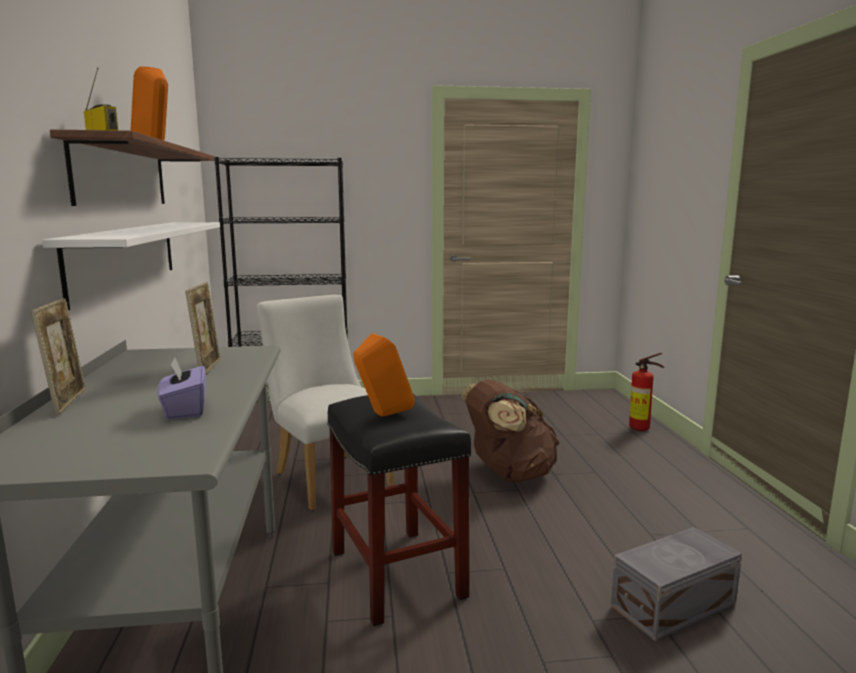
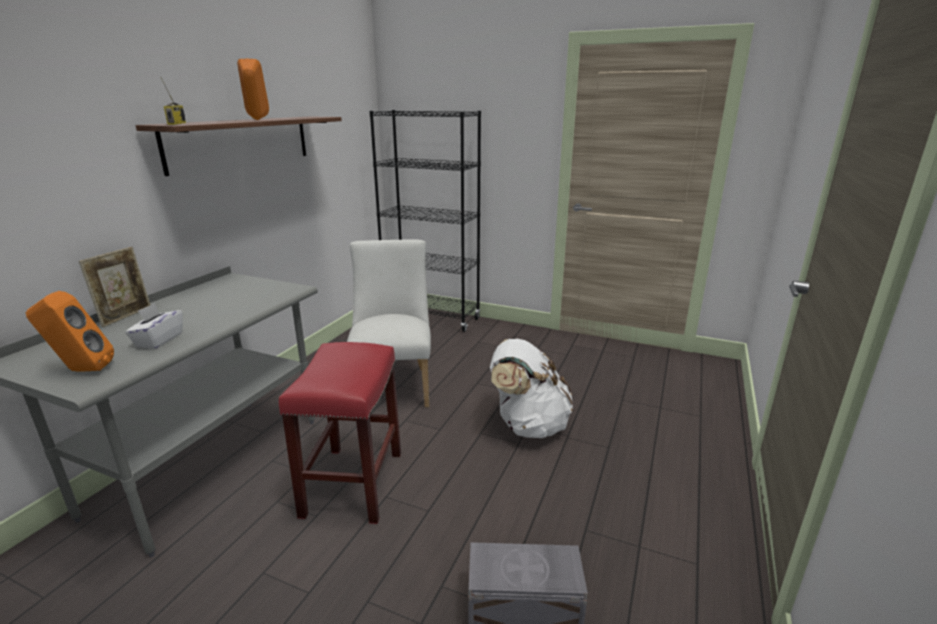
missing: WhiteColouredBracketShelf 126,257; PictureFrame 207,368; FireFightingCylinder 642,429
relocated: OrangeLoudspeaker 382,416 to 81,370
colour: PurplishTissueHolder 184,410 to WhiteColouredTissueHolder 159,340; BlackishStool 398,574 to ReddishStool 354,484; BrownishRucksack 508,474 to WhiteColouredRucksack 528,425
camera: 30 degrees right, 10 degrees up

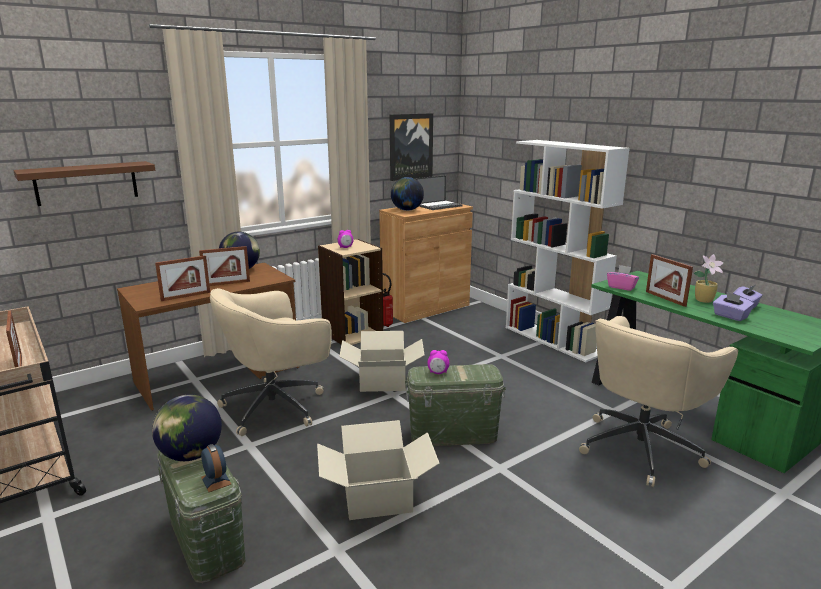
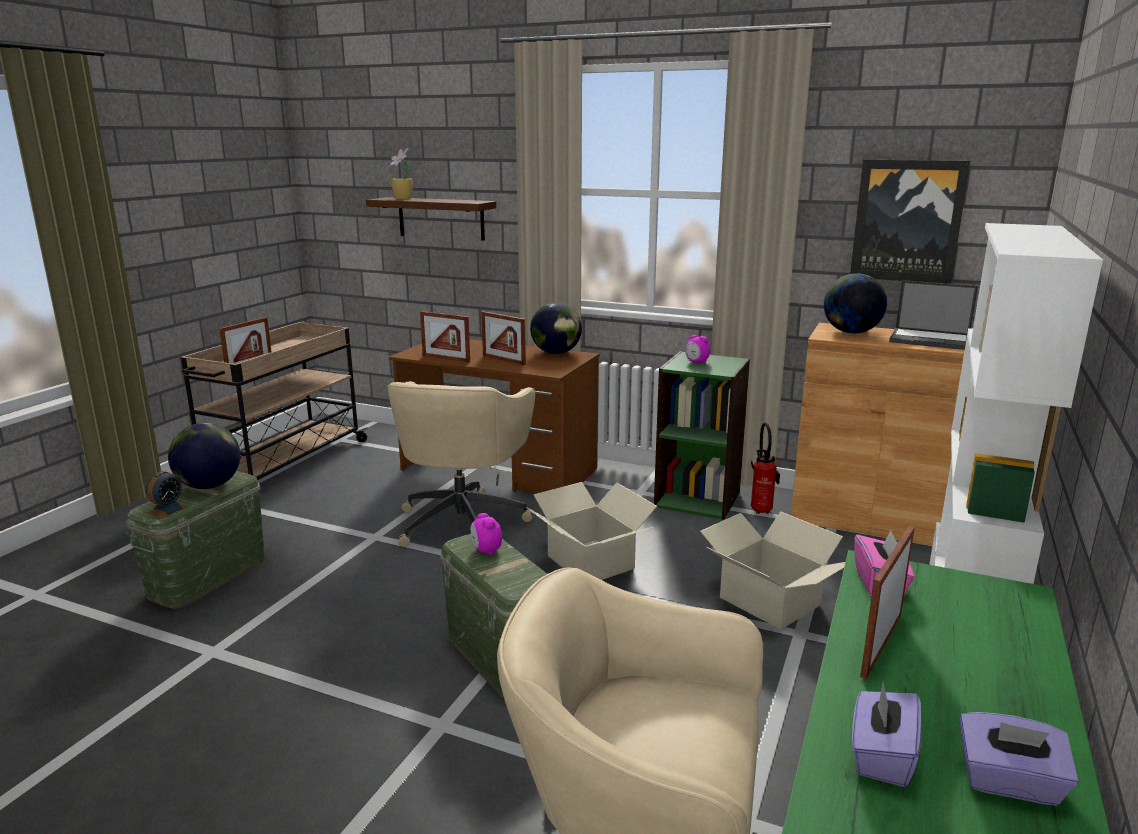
relocated: PackingBox 377,497 to 770,601; PlantInAPot 704,300 to 403,198
colour: SandColouredShelvingUnit 352,334 to GreenishShelvingUnit 698,499
spun: SandColouredComputerChair 276,406 = 463,521 105 degrees counterclockwise
camera: 60 degrees right, 0 degrees up

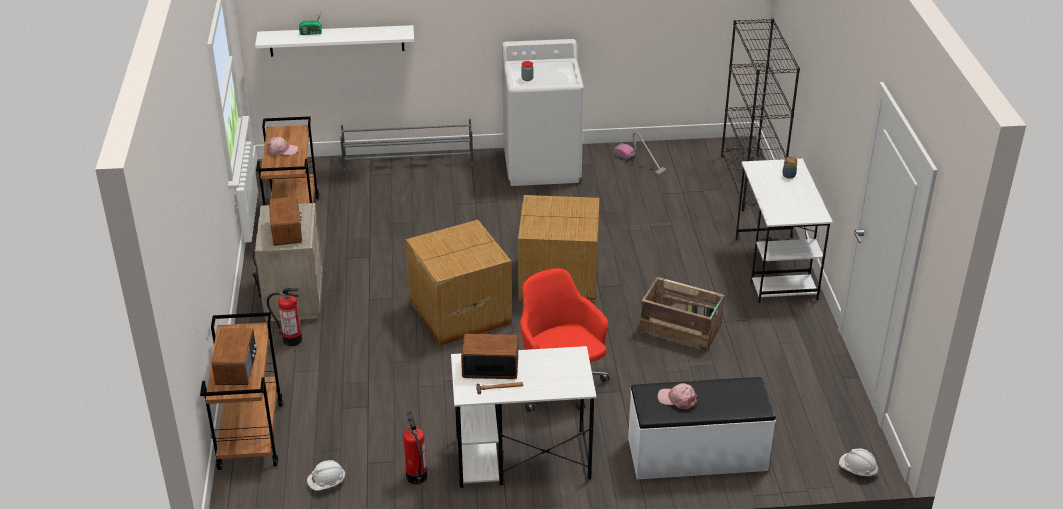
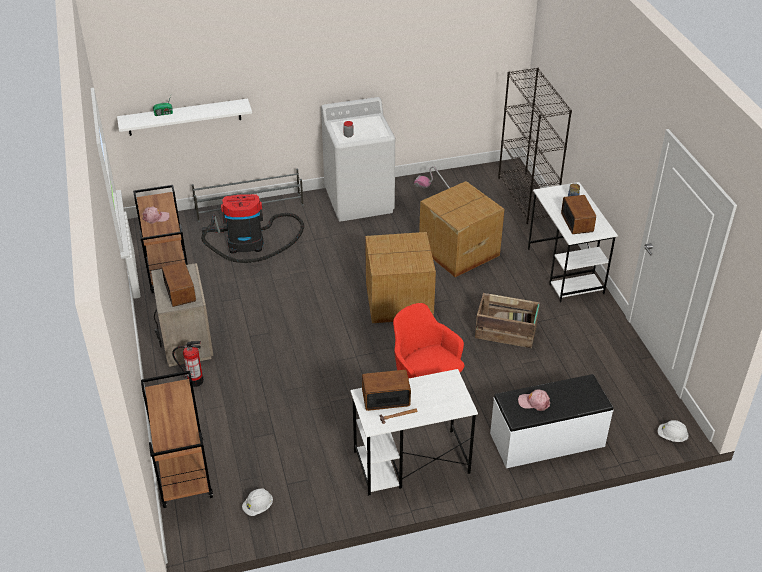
missing: FireFightingCylinder 416,477
appeared: Hoover 250,243
relocated: RadioSet 237,367 to 577,222; PackingBox 458,312 to 457,251
camera: 10 degrees left, 5 degrees up

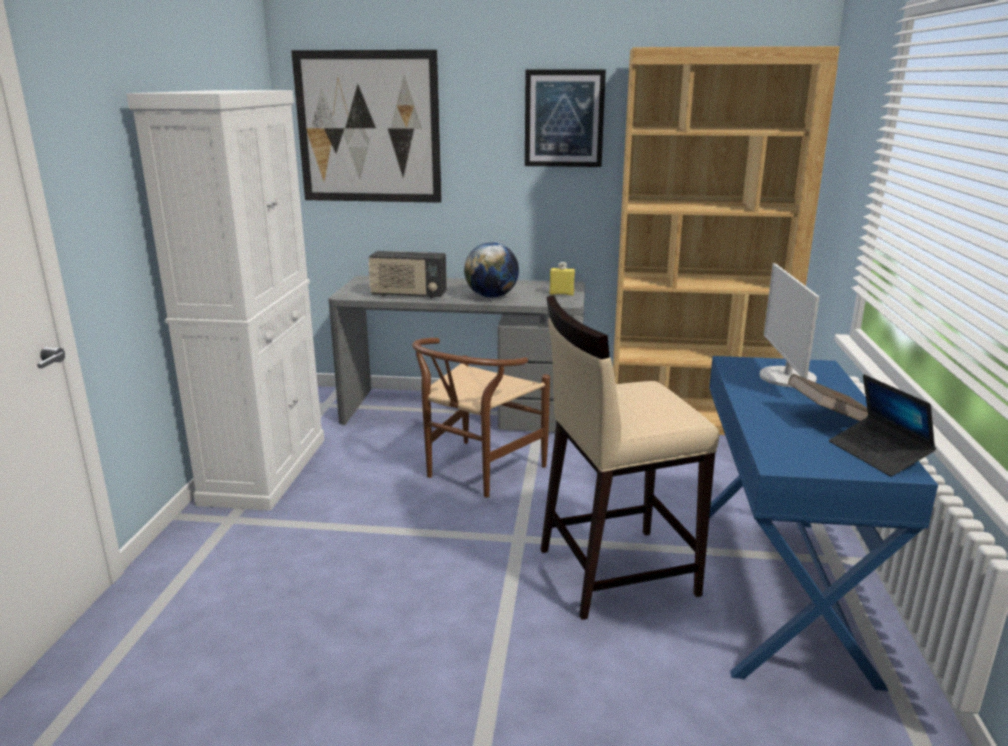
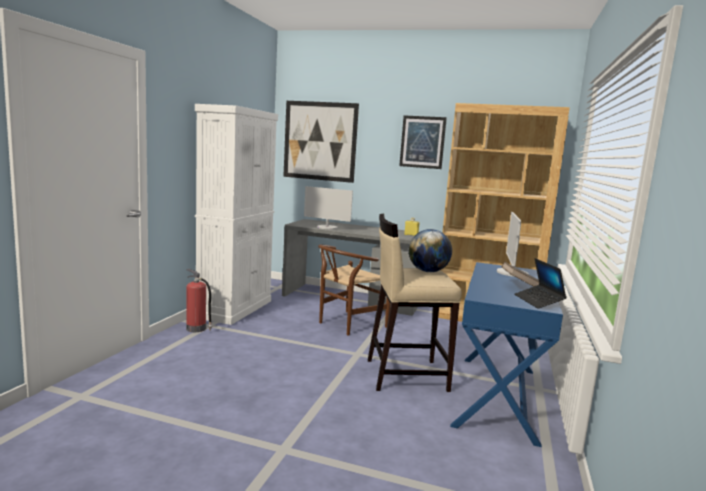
appeared: FireFightingCylinder 197,329
relocated: Globe 491,296 to 428,271
exchanged: RadioSet 408,295 to ComputerScreen 327,227
camera: 10 degrees right, 10 degrees down

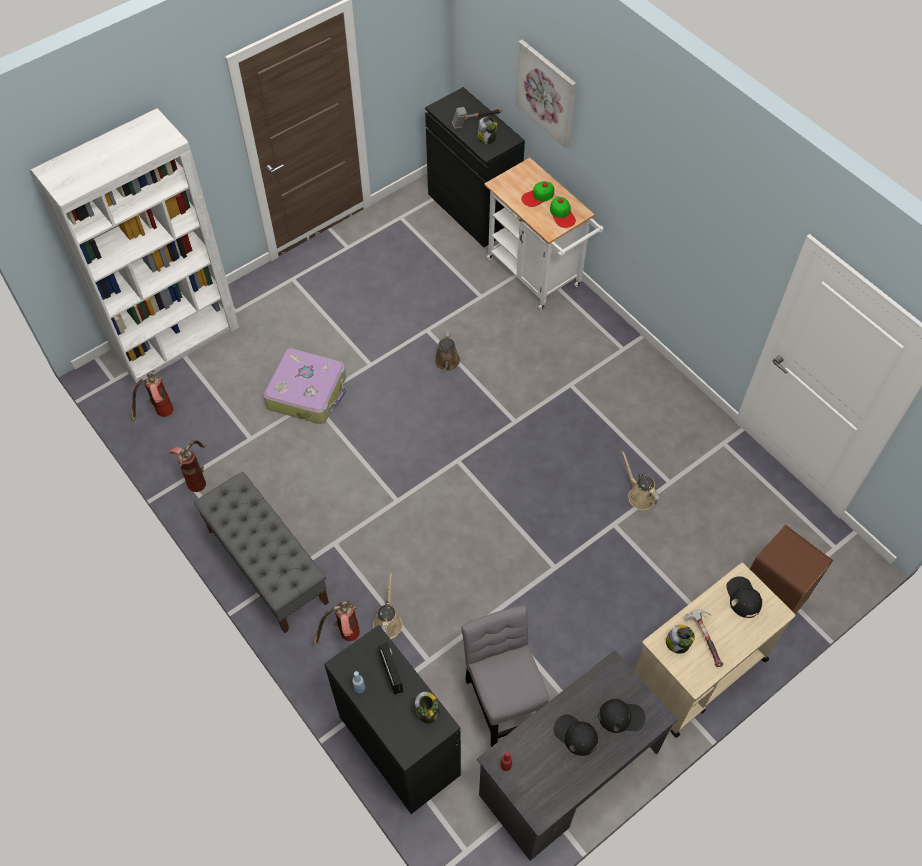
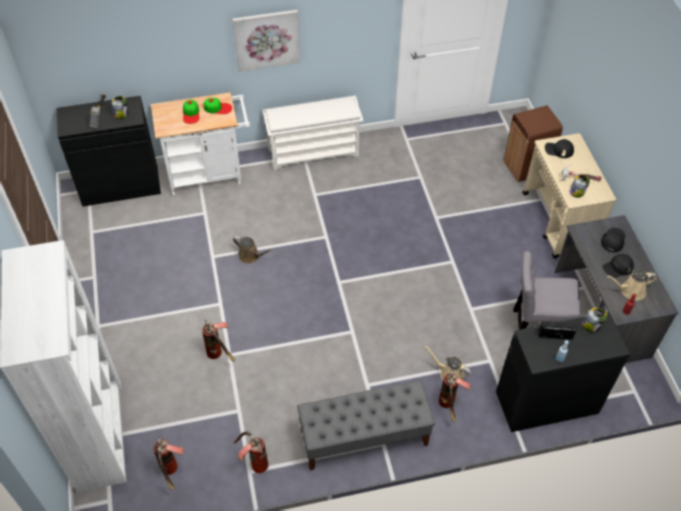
appeared: WhiteColouredShoeShelf 314,152
relocated: WallArt 546,93 to 266,39; SandColouredSprinklingCan 639,495 to 630,291
exchanged: Suitcase 308,392 to FireFightingCylinder 219,354
camera: 65 degrees left, 5 degrees down

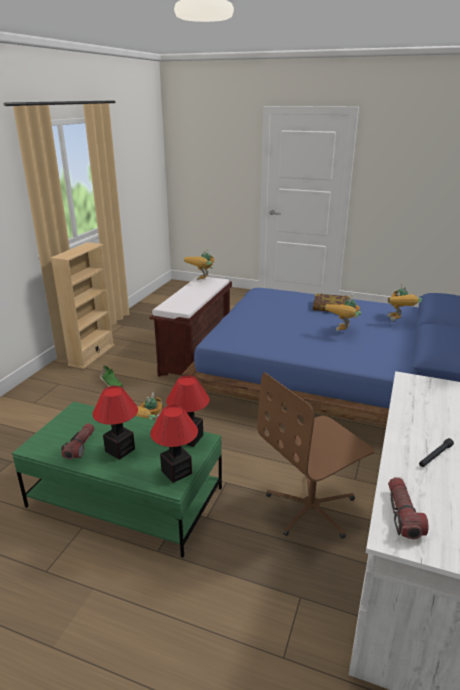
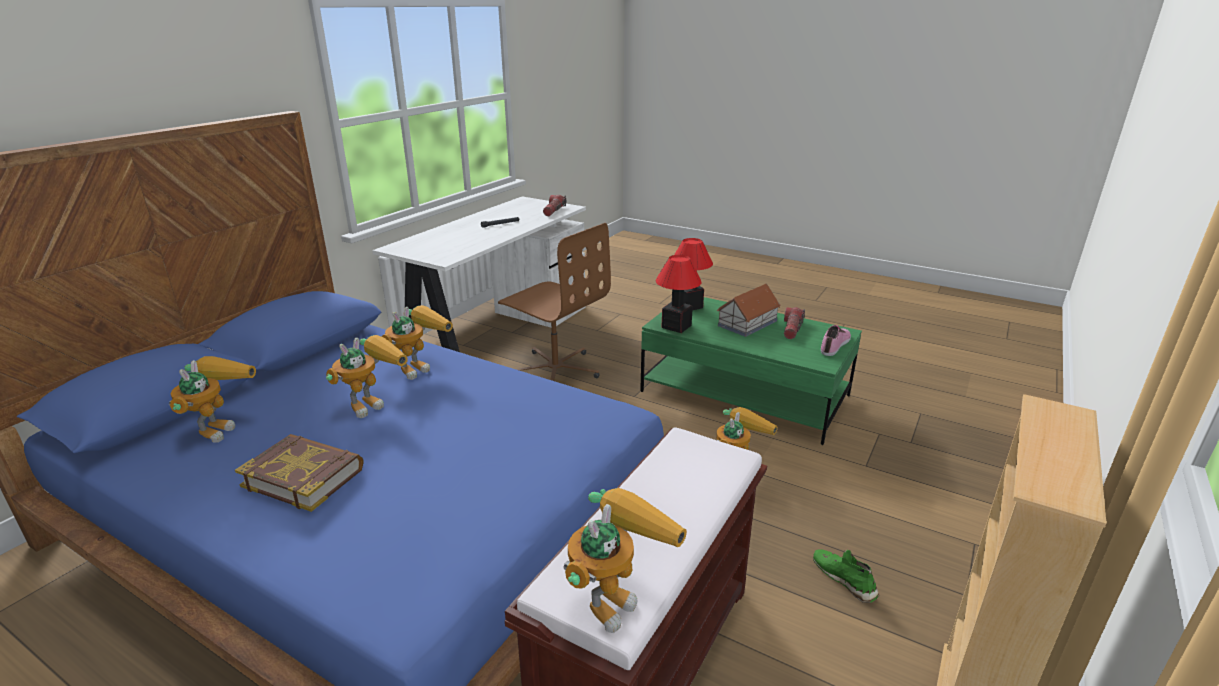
appeared: ModelRobot 420,366; ItemOfFootwear 835,345
exchanged: LampForATable 119,450 to MiniatureHouse 748,323
spun: BrownishComputerChair 311,508 = 555,370 60 degrees clockwise
camera: 170 degrees left, 0 degrees up

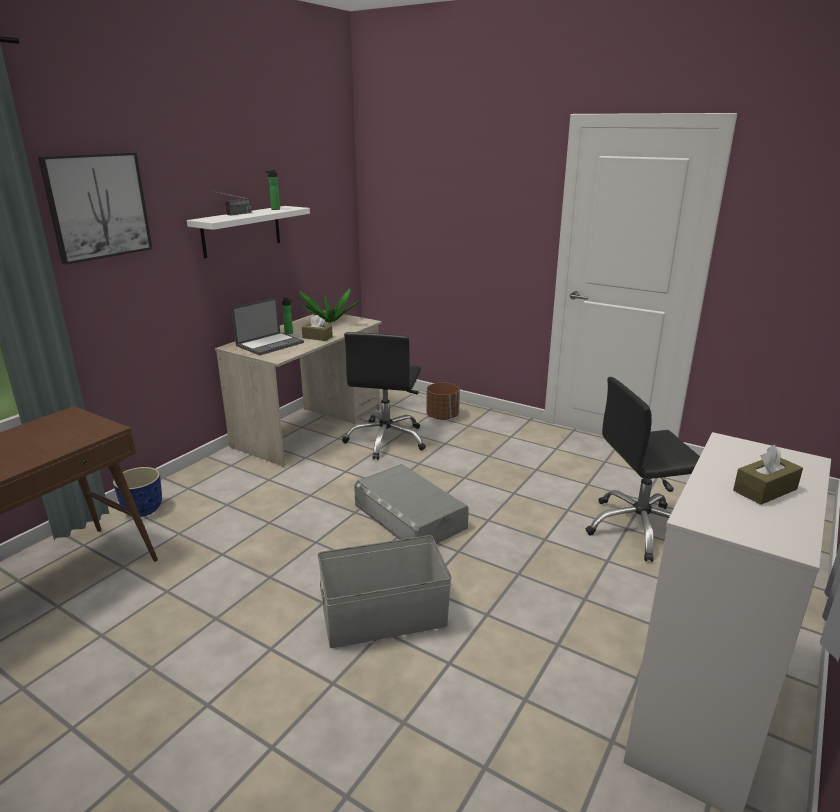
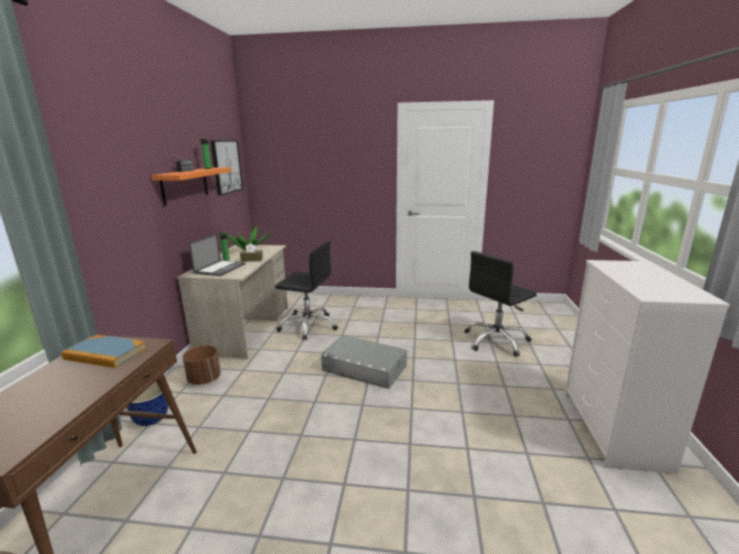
missing: GreyStorageContainer 385,618; BrownishTissueHolder 765,490
appeared: Volume 105,354
relocated: WallArt 97,206 to 226,166; BrownishPlantPot 442,417 to 204,379
colour: WhiteColouredBracketShelf 241,231 to OrangeBracketShelf 185,185
spun: BlackishComputerChair 386,440 = 308,326 60 degrees counterclockwise
camera: 25 degrees left, 5 degrees down

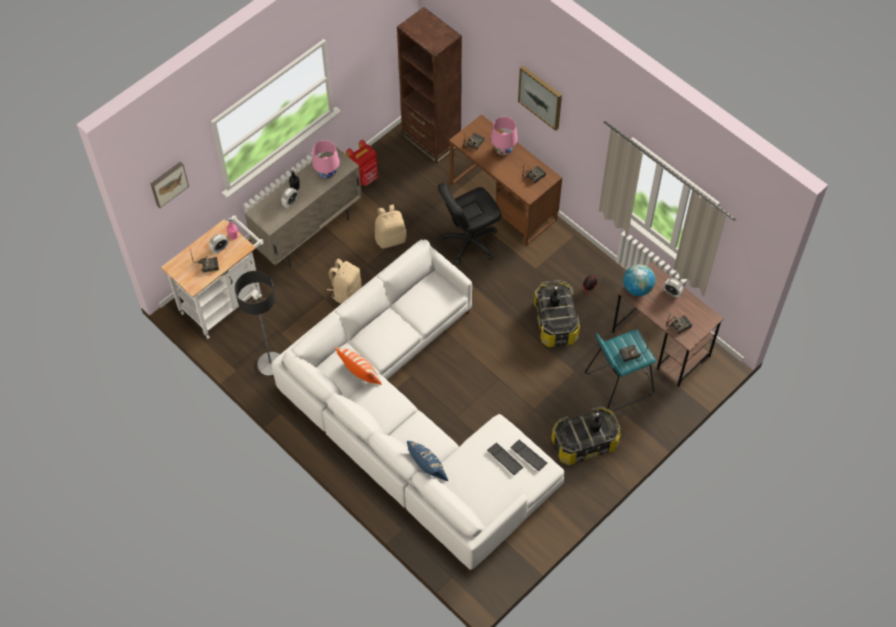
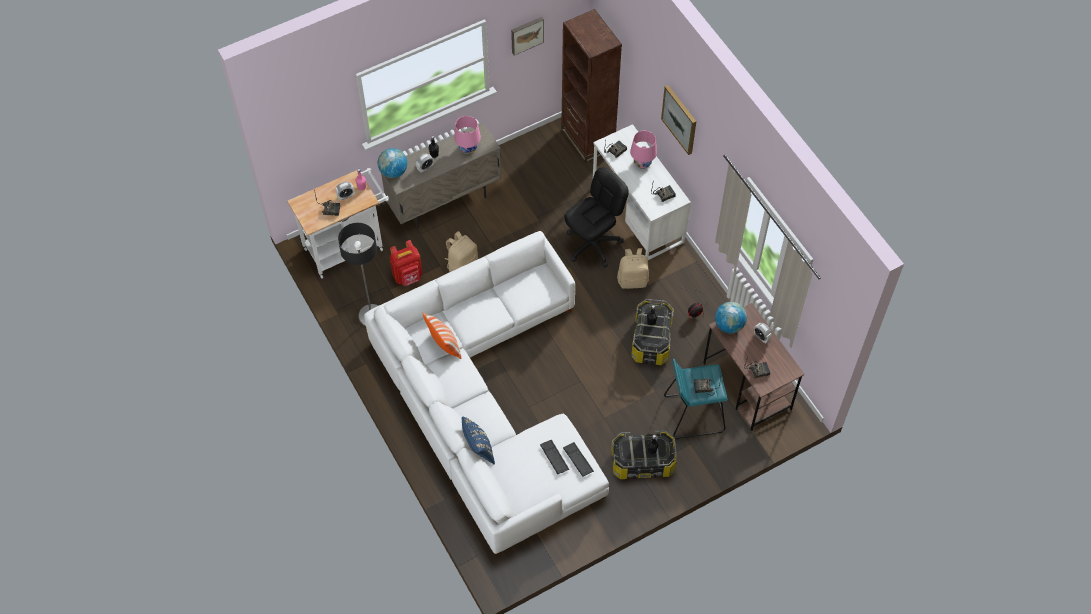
appeared: Globe 393,171
relocated: WallArt 168,183 to 526,34; ReddishRucksack 364,177 to 408,276; SandColouredRucksack 390,238 to 633,280
colour: BrownishDesk 503,202 to WhiteColouredDesk 637,213
spun: BlackishComputerChair 469,242 = 593,244 150 degrees clockwise
camera: 15 degrees right, 0 degrees up

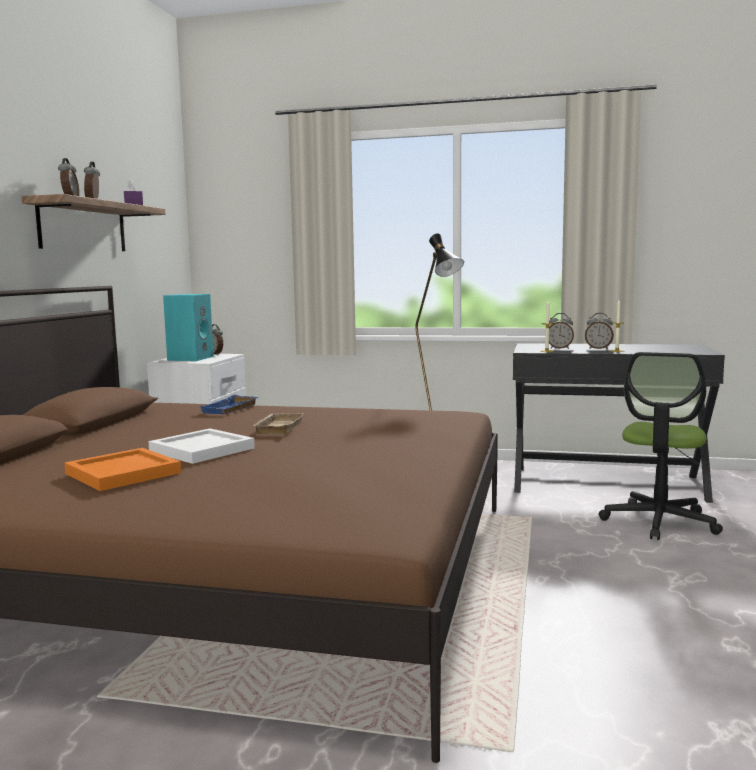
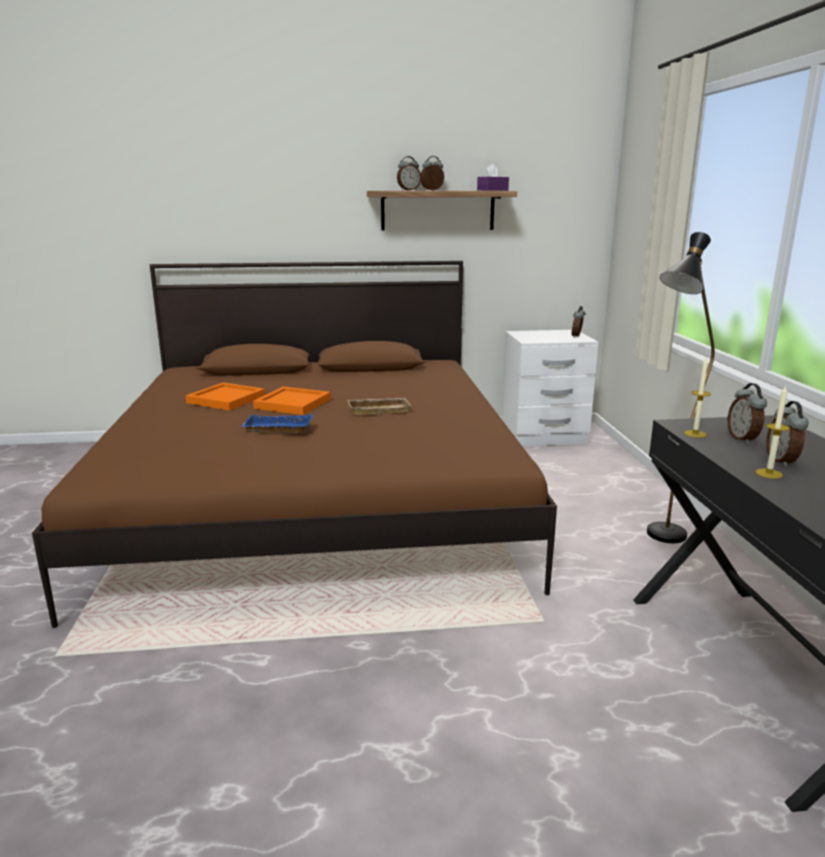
missing: TurquoiseLoudspeaker 190,358; ComputerChair 659,521
relocated: BlueCarryingTray 230,409 to 277,429
colour: WhiteColouredCarryingTray 202,449 to OrangeCarryingTray 294,403
camera: 70 degrees right, 10 degrees up

